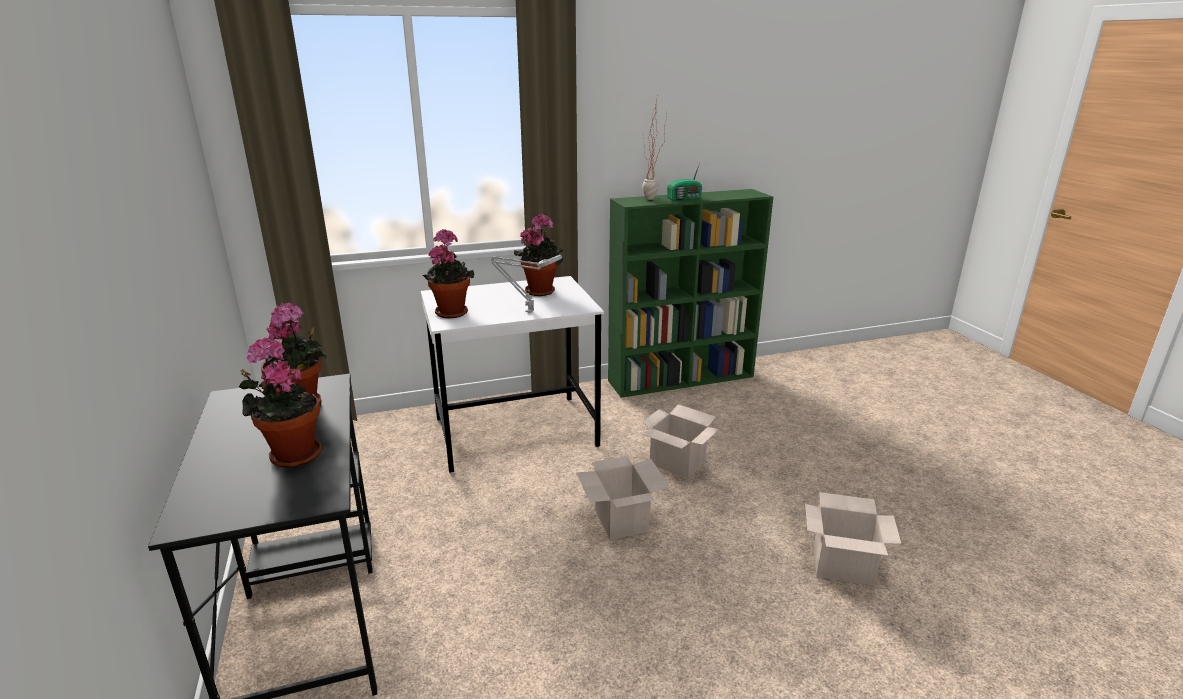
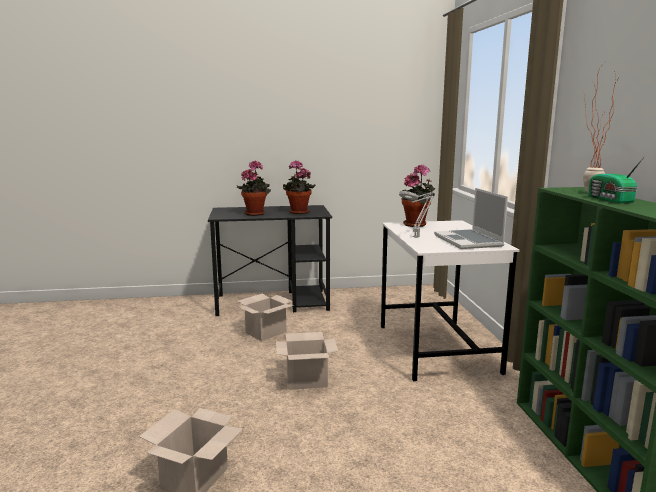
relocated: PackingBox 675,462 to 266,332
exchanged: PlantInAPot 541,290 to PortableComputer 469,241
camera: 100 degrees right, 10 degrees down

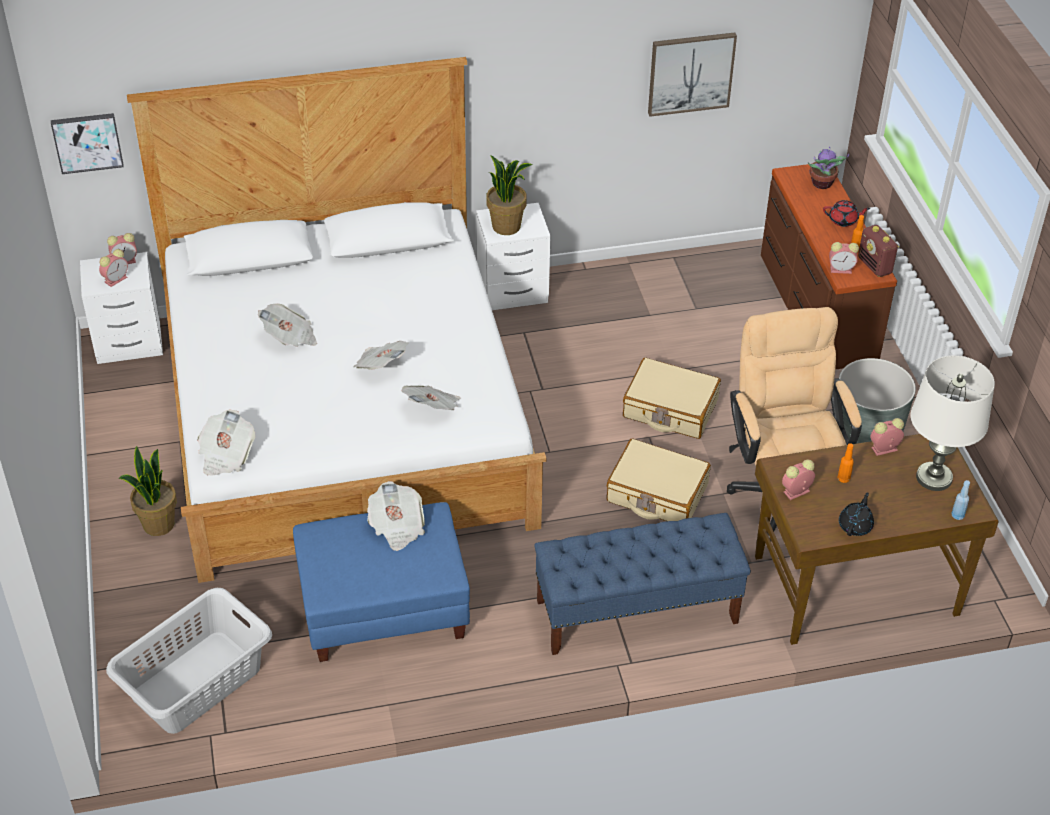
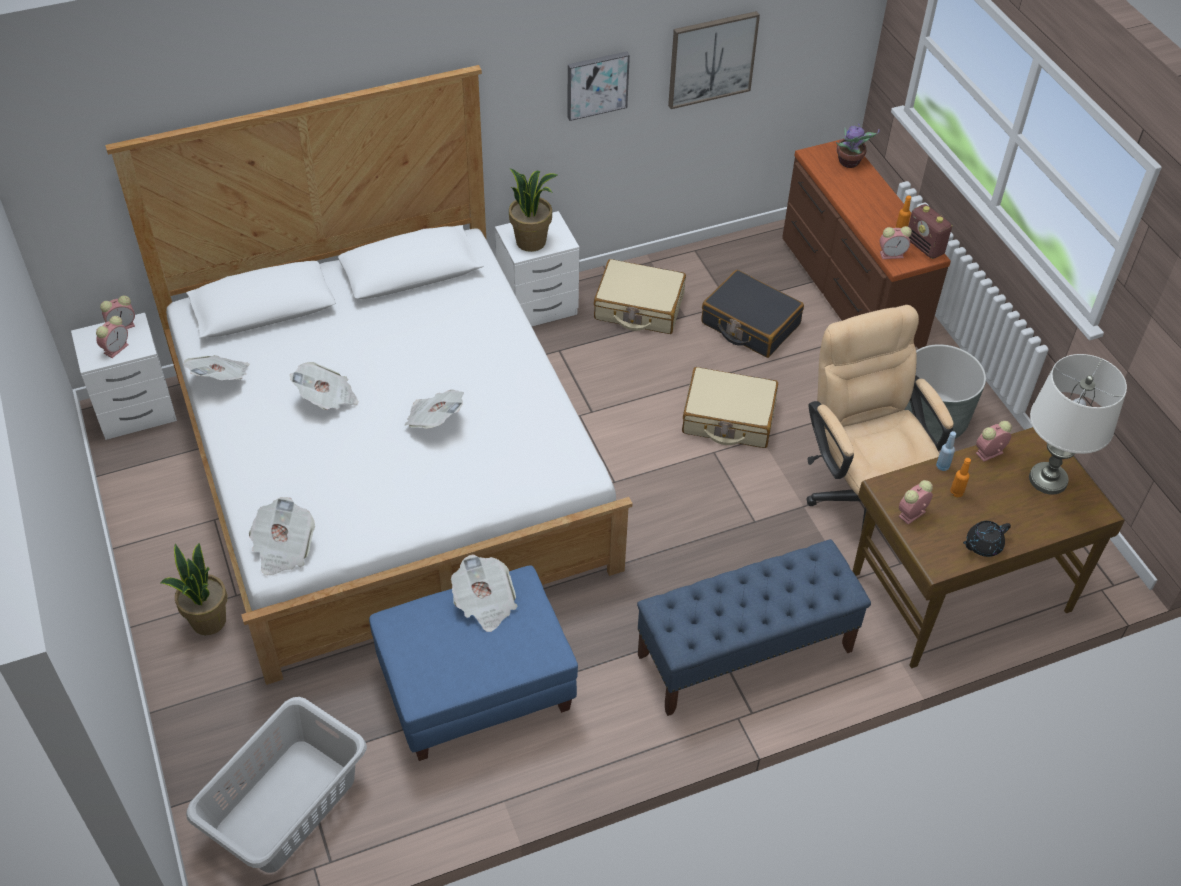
missing: ReddishPotForTea 843,220
appeared: BlackishSuitcase 750,324
relocated: WallArt 87,142 to 596,84; PrintedPaper 433,408 to 221,378; SandColouredSuitcase 657,493 to 639,307; BlueBottle 957,515 to 942,466
spun: BlackishPotForTea 855,525 = 982,545 135 degrees counterclockwise
camera: 10 degrees left, 5 degrees up

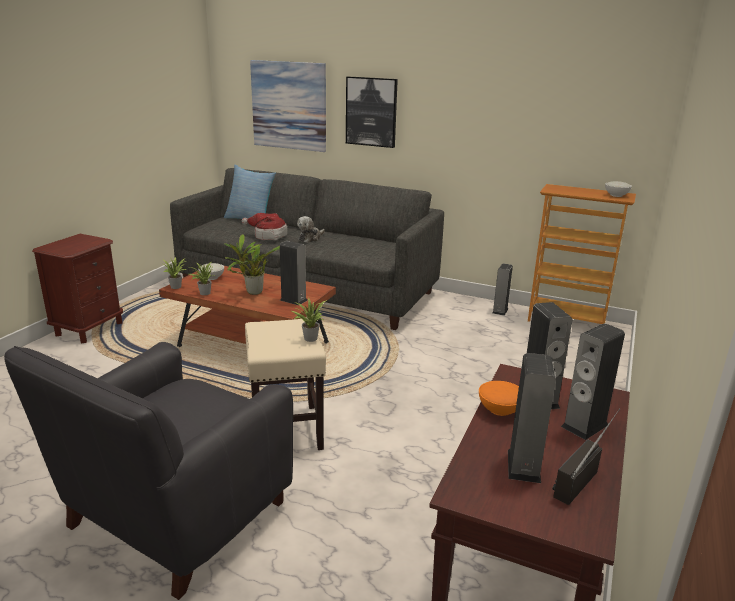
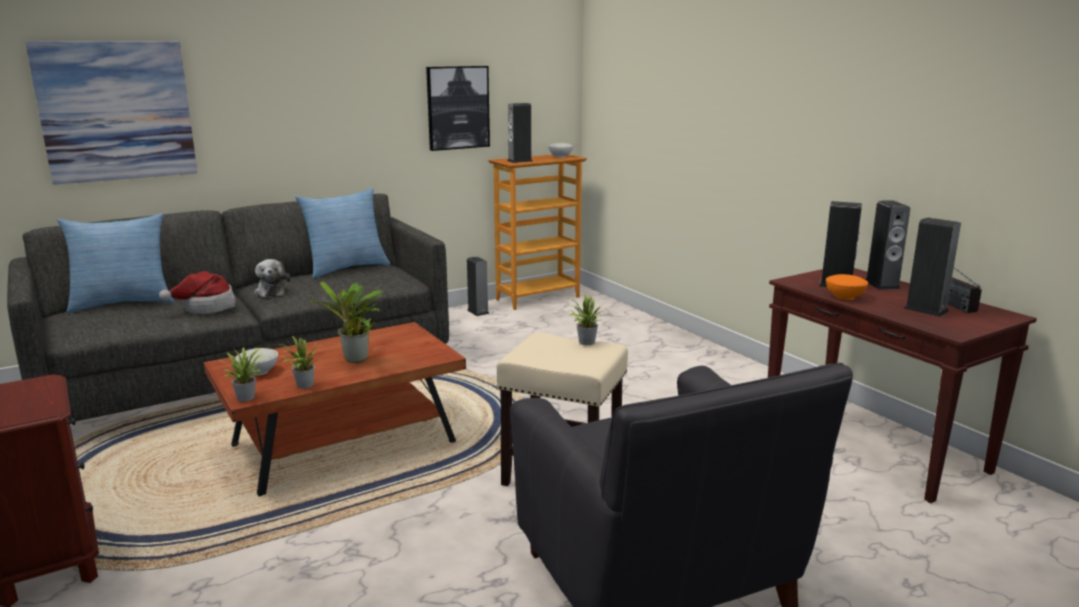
appeared: Cushion 346,268
relocated: Loudspeaker 293,300 to 519,161; WallArt 371,112 to 457,107
camera: 55 degrees left, 5 degrees down

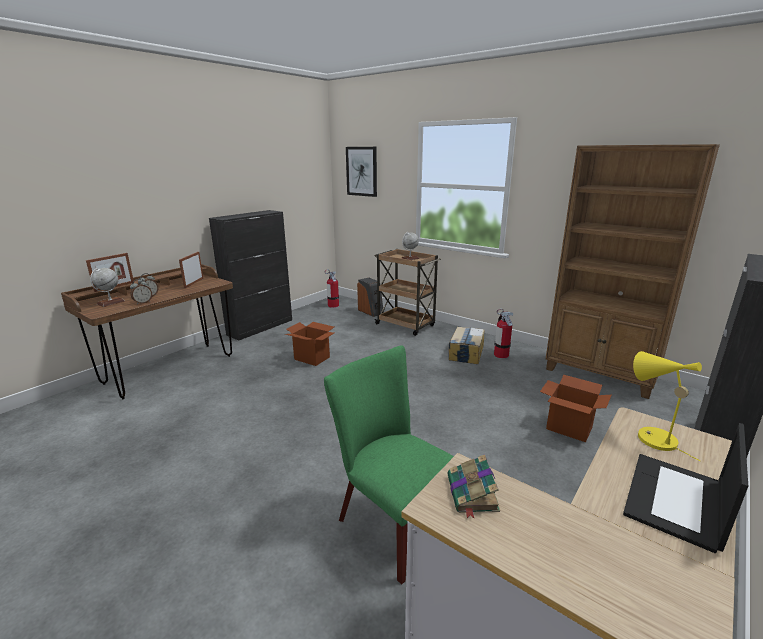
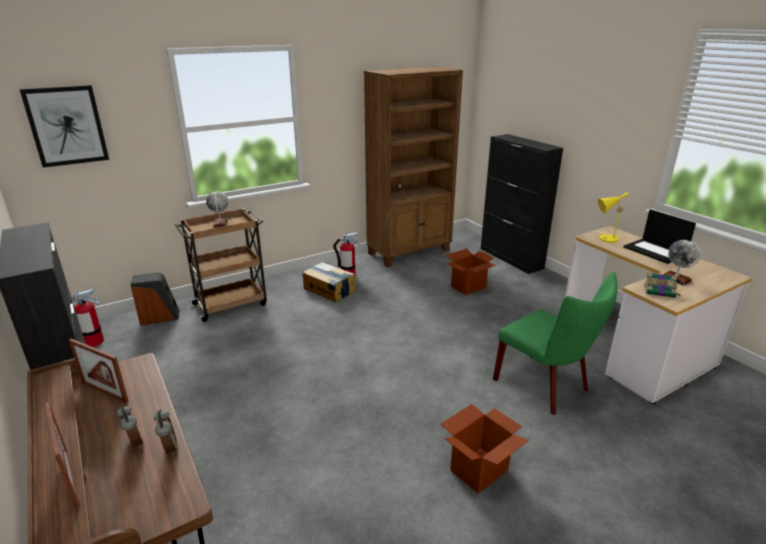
relocated: Globe 110,302 to 676,279; PackingBox 312,358 to 479,470
spun: GreenishPlainChair 391,520 = 546,387 105 degrees counterclockwise
camera: 70 degrees left, 5 degrees up

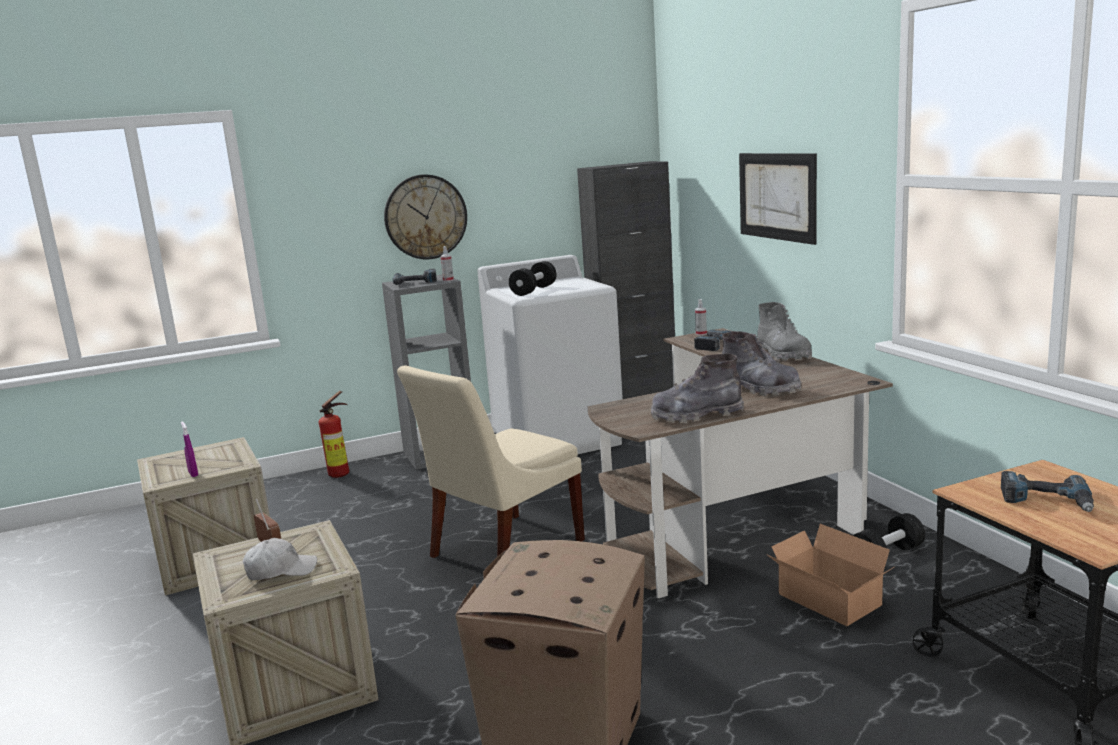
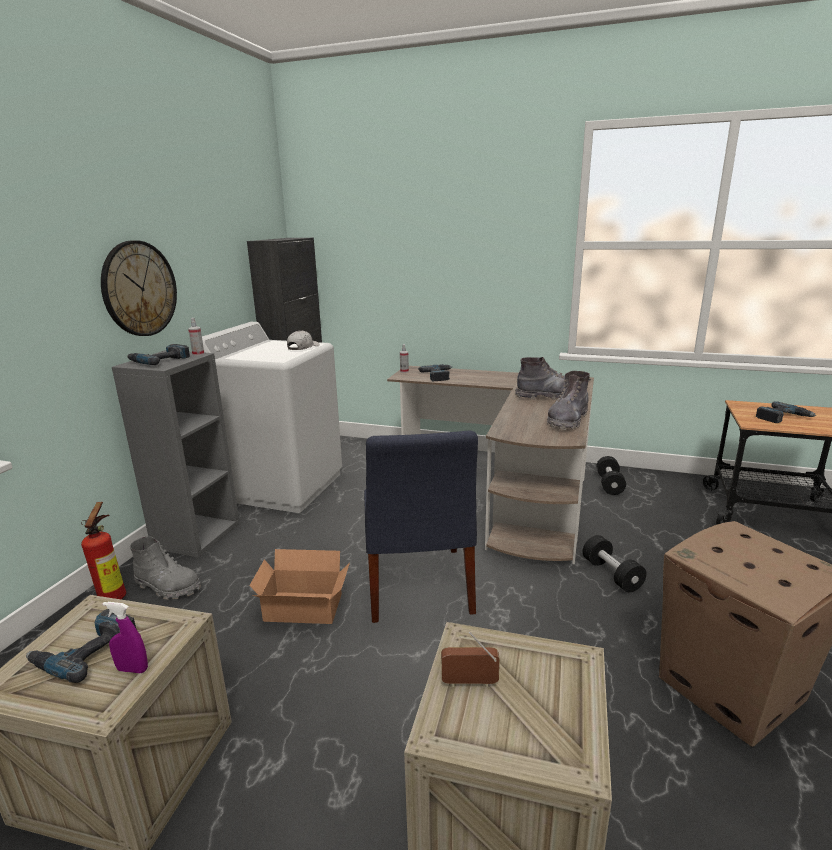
missing: WallArt 776,196
appeared: PowerDrill 85,651
relocated: WhiteColouredCap 281,570 to 303,347; BlackishHandWeight 534,290 to 611,574; GreyBoot 783,354 to 168,586; PackingBox 828,602 to 304,609
colour: SandColouredPlainChair 501,551 to BluePlainChair 418,587
camera: 50 degrees left, 5 degrees up

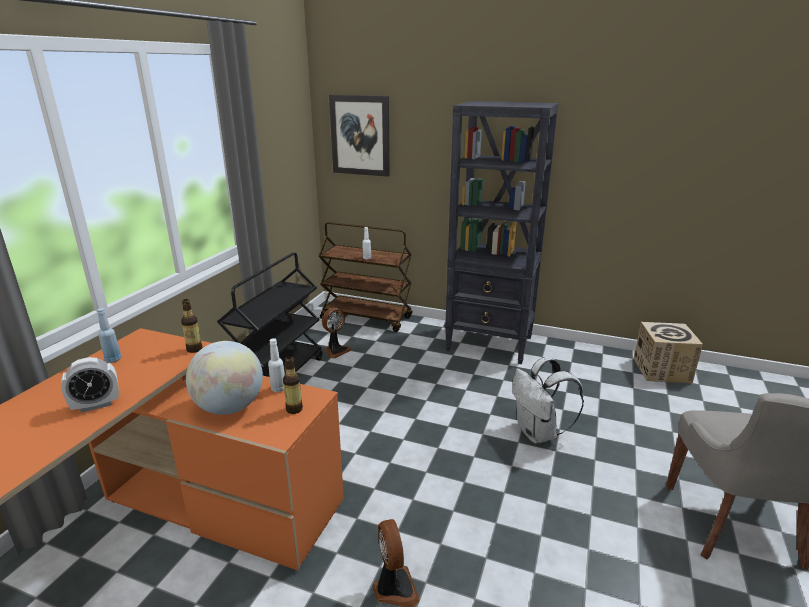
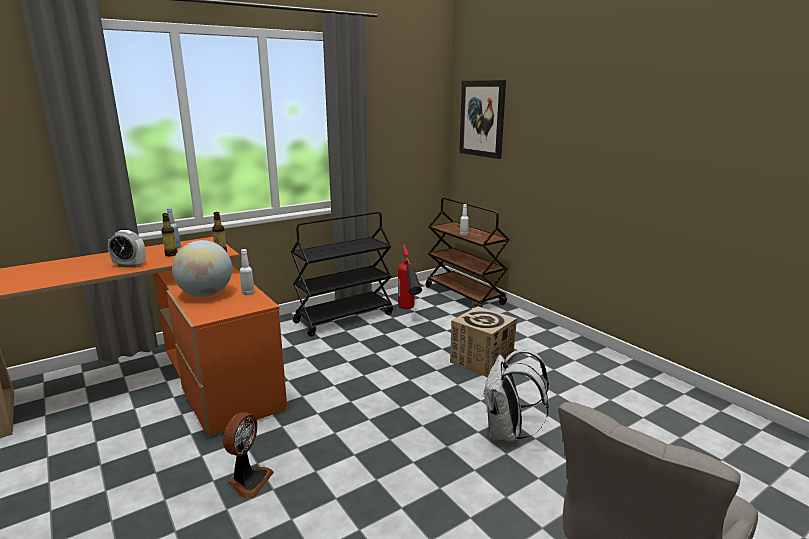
missing: BlackishShelvingUnit 490,344
relocated: Bottle 294,409 to 171,254; PackingBox 661,370 to 482,361
exchanged: Fan 336,350 to FireFightingCylinder 409,312
camera: 35 degrees right, 5 degrees down

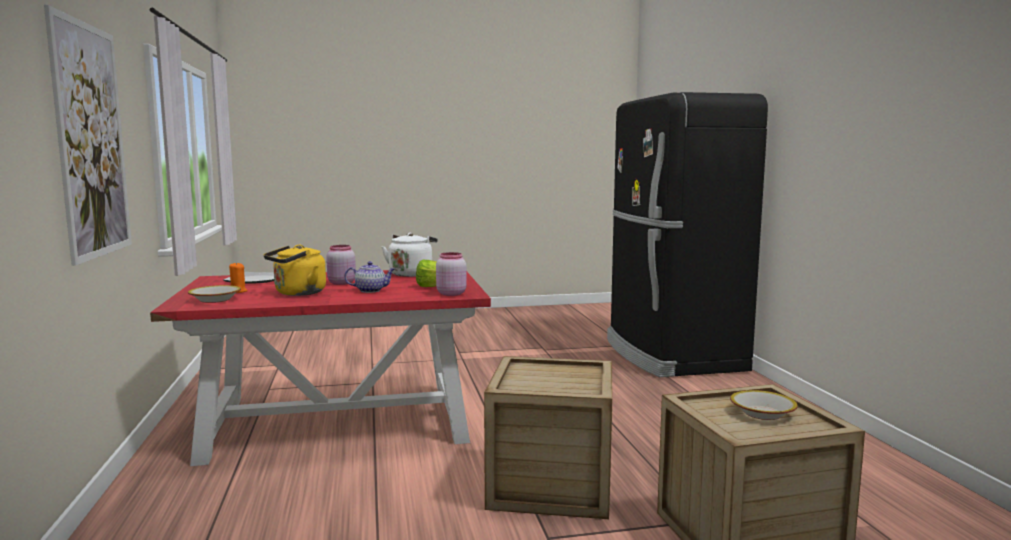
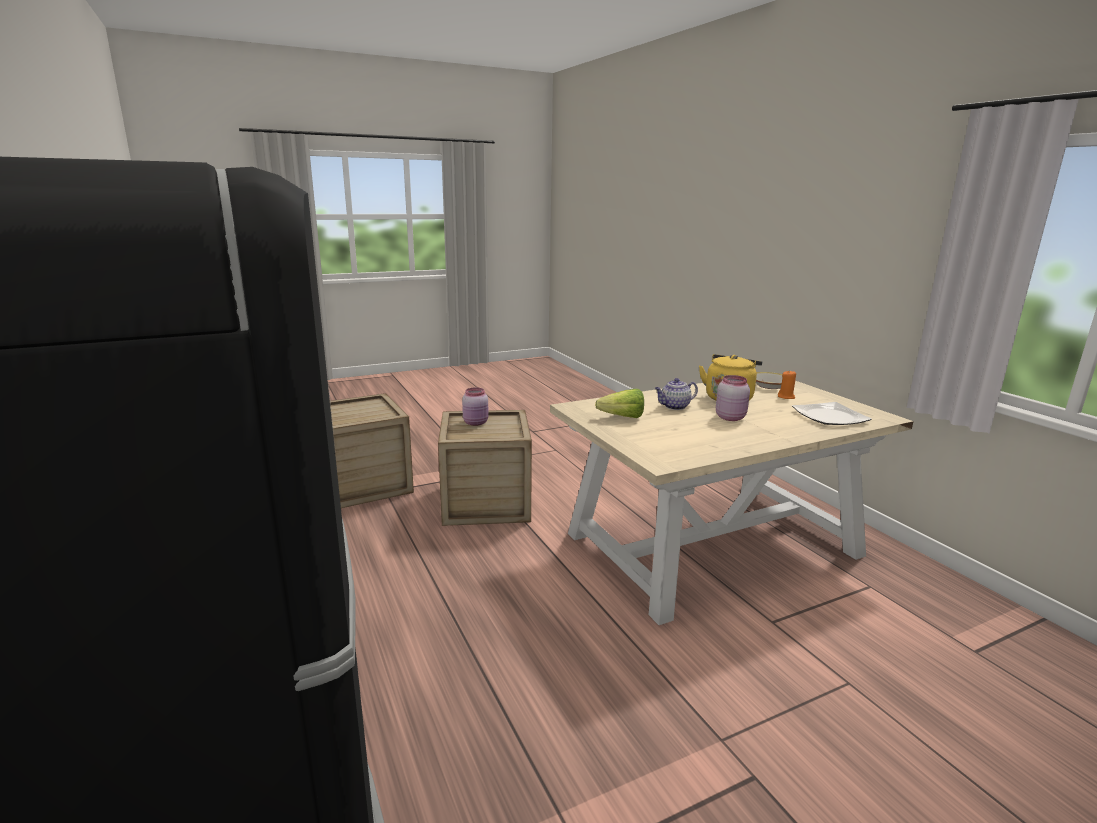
missing: WallArt 92,141; WhiteColouredWaterKettle 411,274; Bowl 762,413
relocated: PinkColouredPreserveJar 450,294 to 476,423
colour: ReddishDiningTable 340,421 to SandColouredDiningTable 712,545
camera: 165 degrees right, 10 degrees up

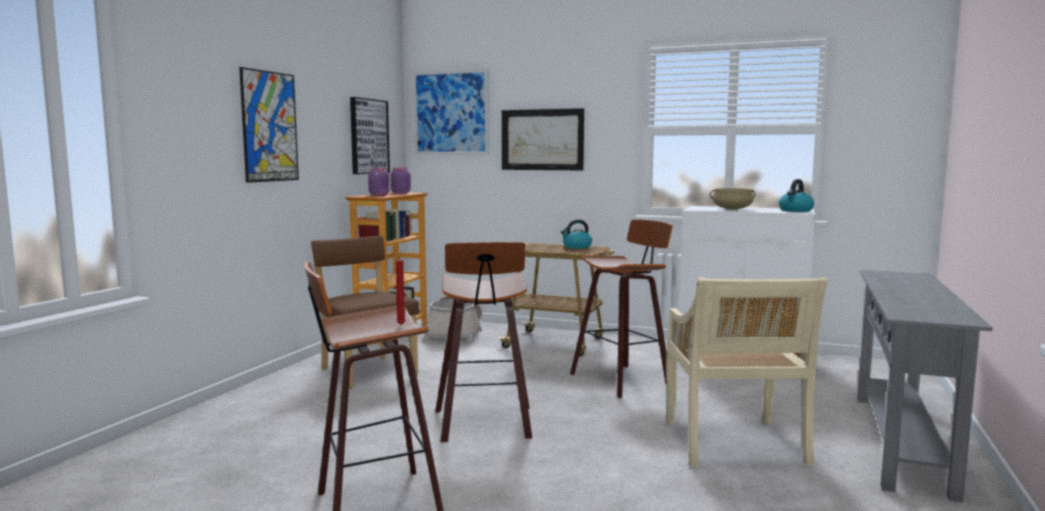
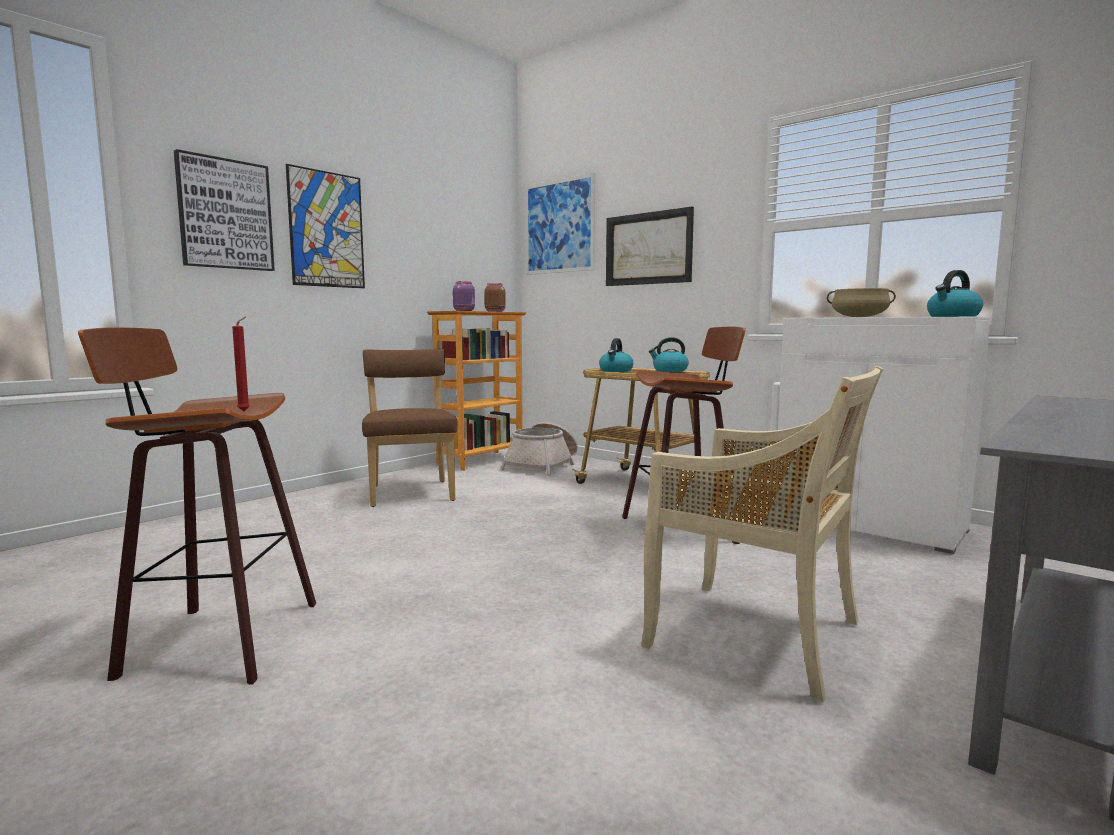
missing: Stool 485,425
appeared: WaterKettle 616,371
relocated: WallArt 368,136 to 225,214
colour: PurplishPreserveJar 400,193 to BrownishPreserveJar 494,311
spun: SandColouredPlainChair 734,444 = 758,636 75 degrees counterclockwise
camera: 20 degrees right, 0 degrees up

